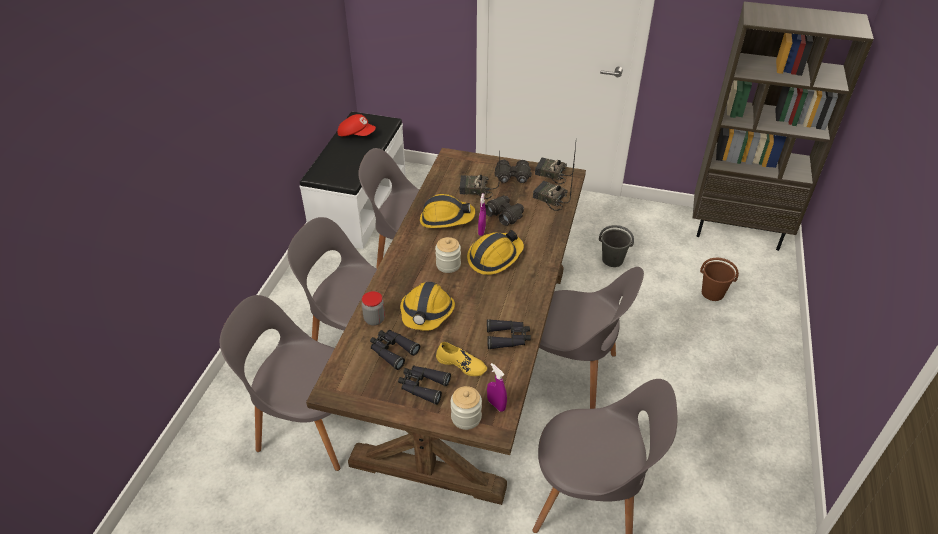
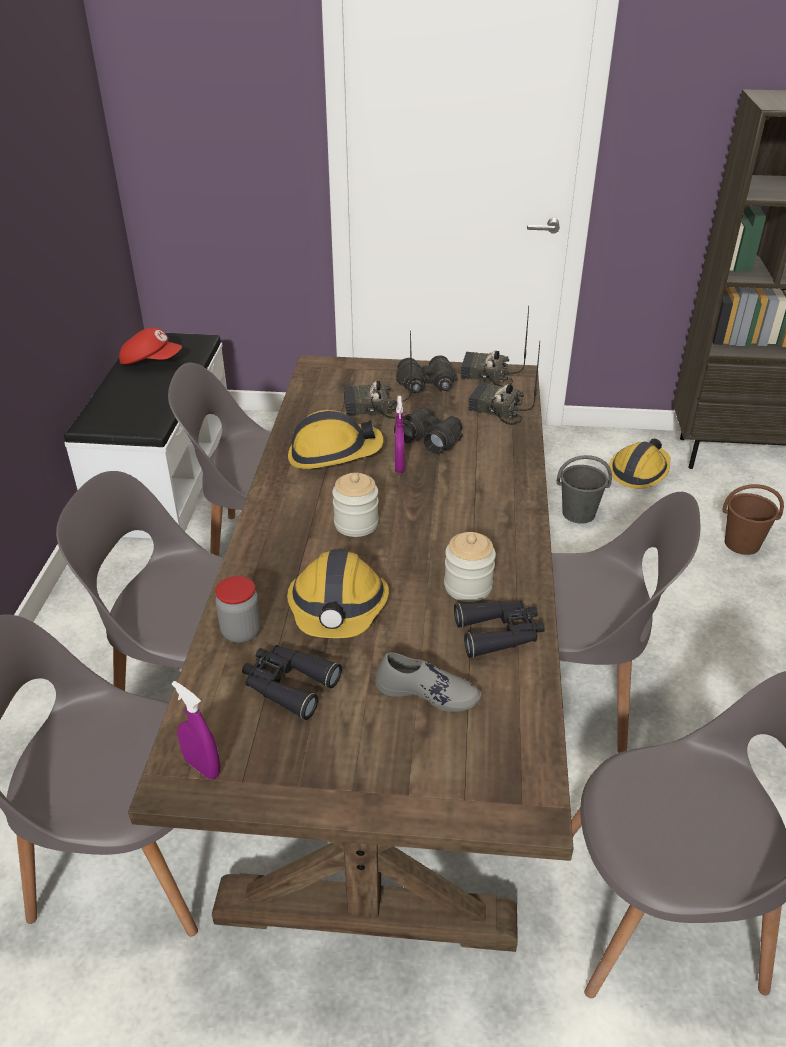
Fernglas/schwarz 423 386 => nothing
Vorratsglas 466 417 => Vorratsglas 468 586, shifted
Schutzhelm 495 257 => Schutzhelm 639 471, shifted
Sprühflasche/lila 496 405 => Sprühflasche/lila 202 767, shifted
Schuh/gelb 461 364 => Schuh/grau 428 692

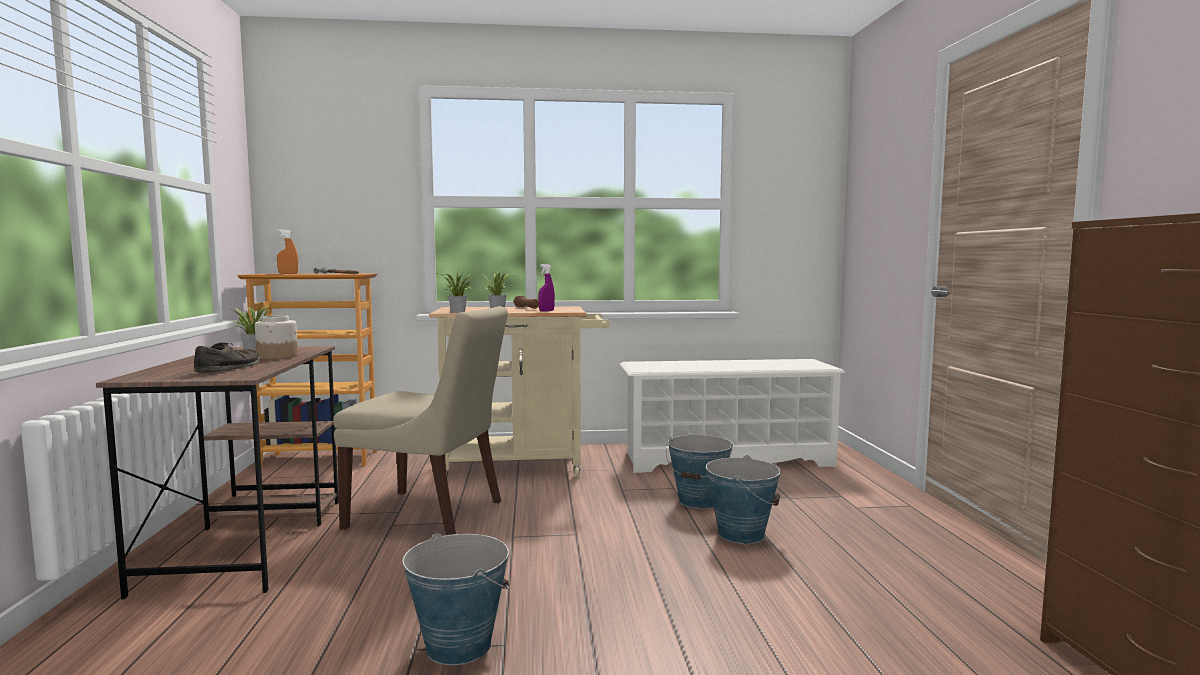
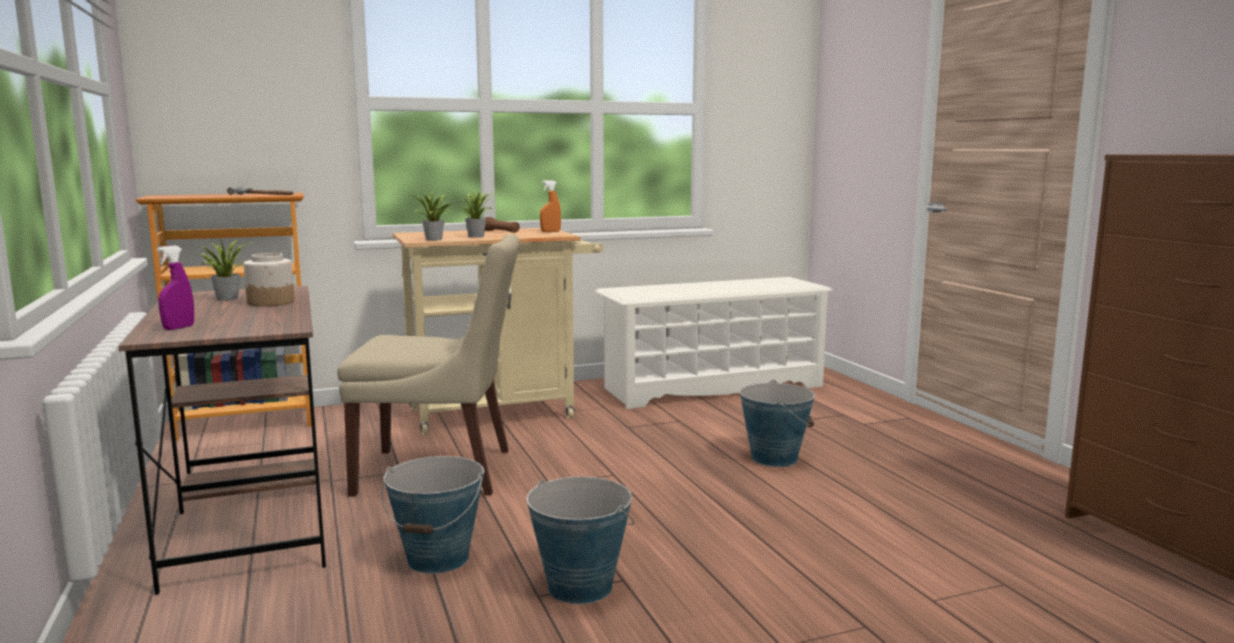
Schuh/braun 229 368 => nothing
Sprühflasche/orange 288 274 => Sprühflasche/orange 550 232, shifted
Sprühflasche/lila 546 311 => Sprühflasche/lila 178 328, shifted
Eimer 699 501 => Eimer 438 558, shifted

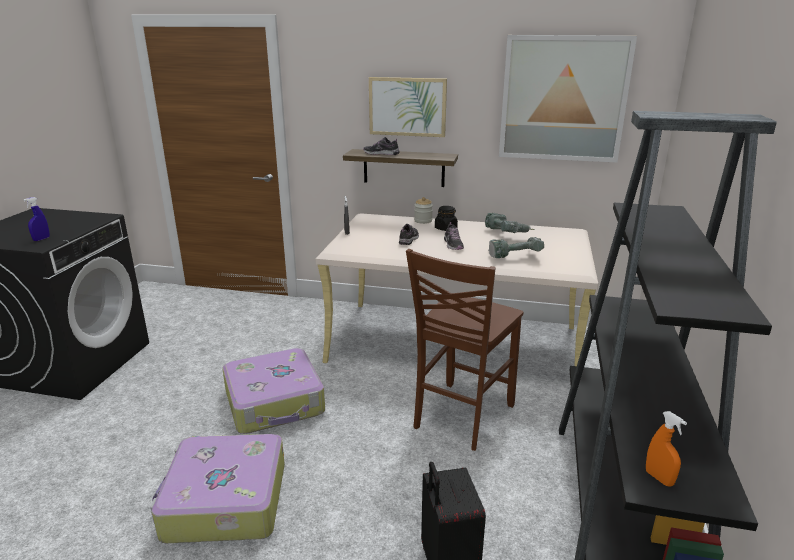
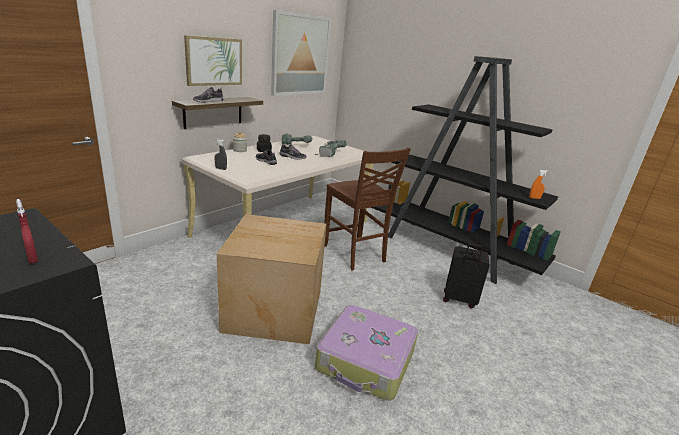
Koffer 275 402 => Karton 273 309
Sprühflasche/blau 41 239 => Sprühflasche/rot 33 259

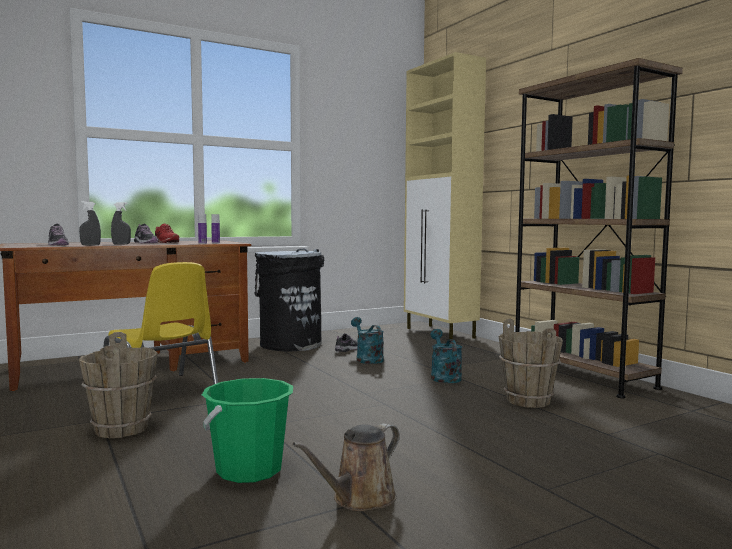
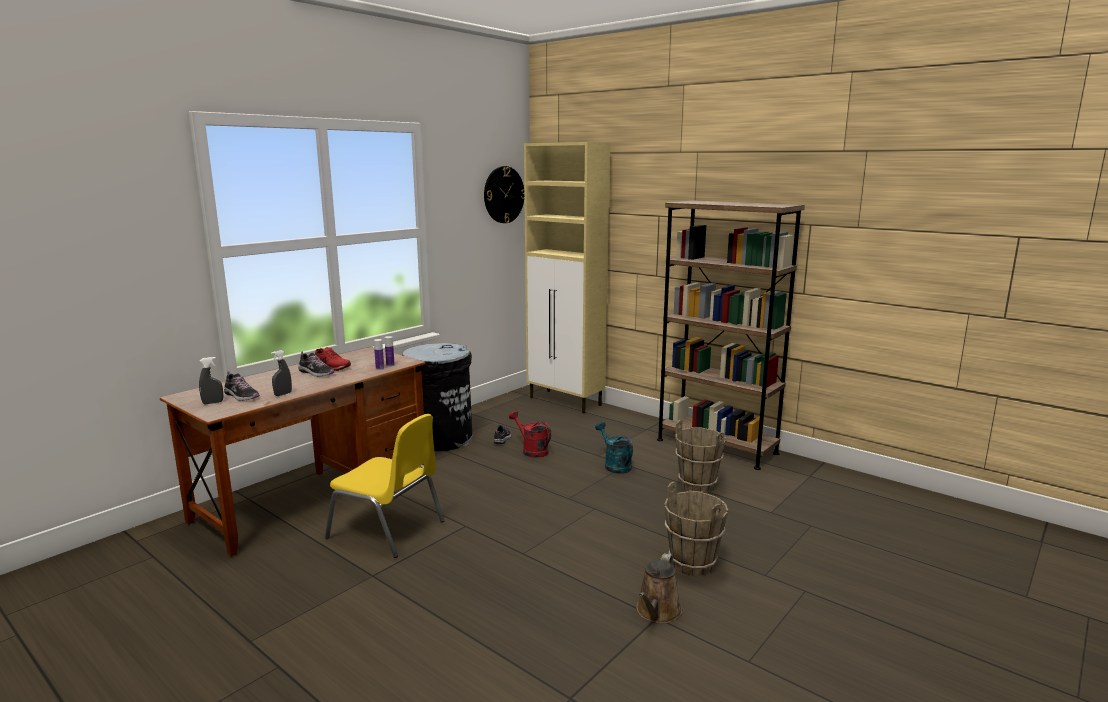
Eimer/grün 249 470 => nothing
nothing => Wanduhr 503 194
Eimer/braun 122 429 => Eimer/braun 692 563, shifted
Sprühflasche/grau 121 244 => Sprühflasche/grau 213 403, shifted
Gießkanne/türkis 367 359 => Gießkanne/rot 531 450

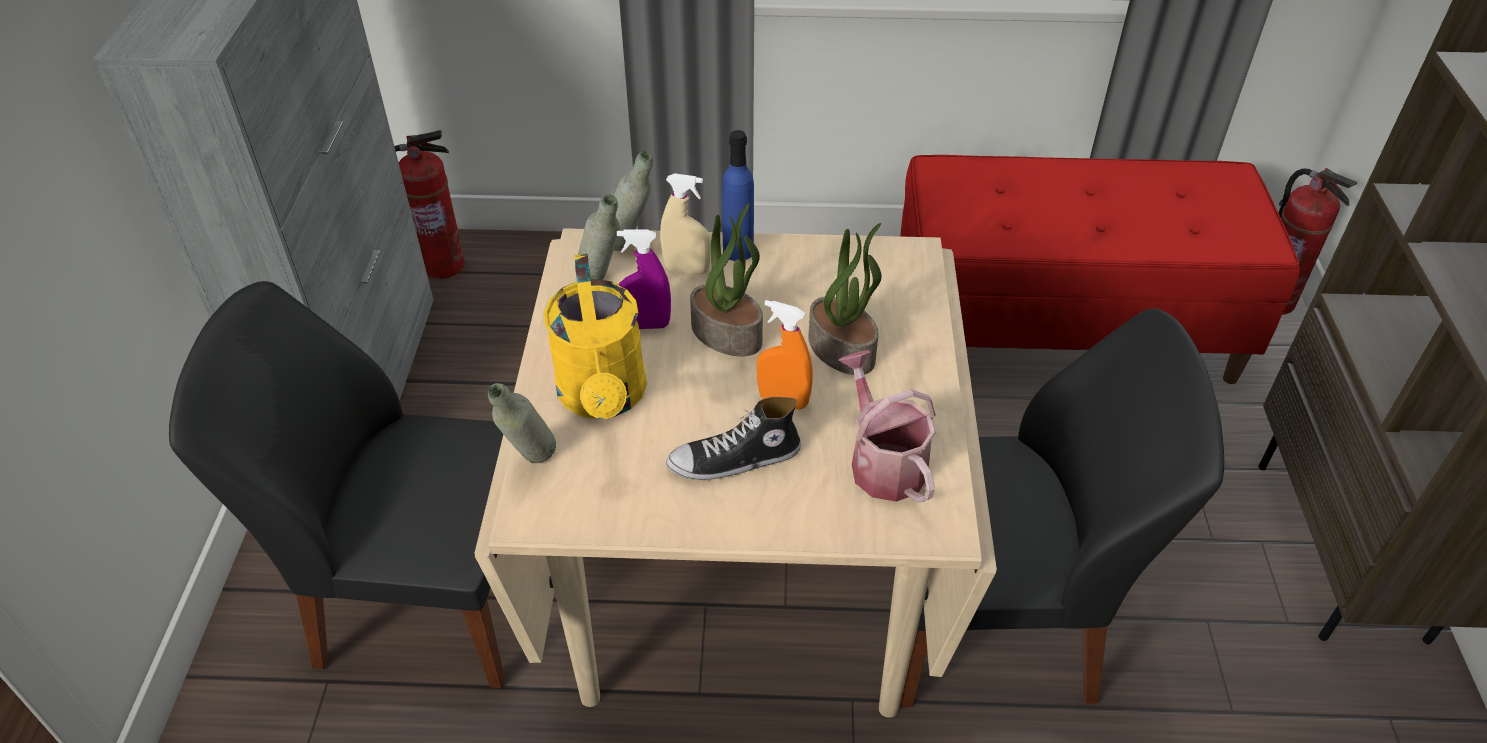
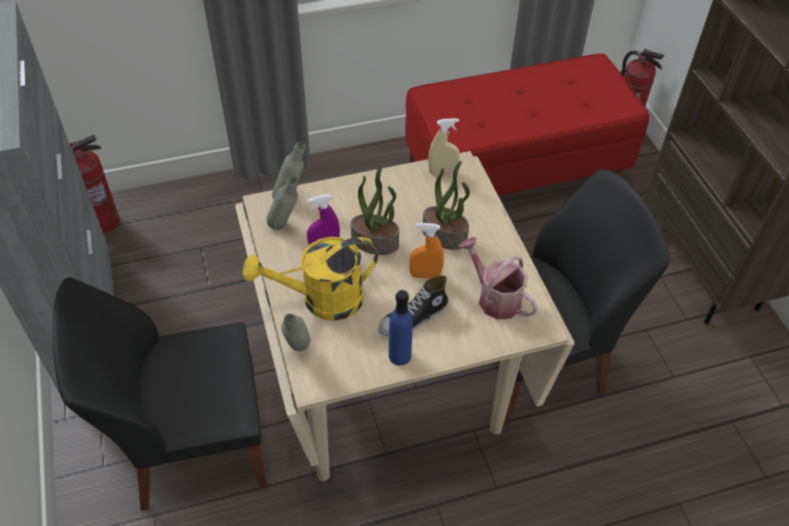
Sprühflasche/beige 686 269 => Sprühflasche/beige 442 172, shifted
Flasche/blau 738 251 => Flasche/blau 399 355, shifted
Gießkanne/gelb 604 398 => Gießkanne/gelb 321 300, 105 degrees clockwise

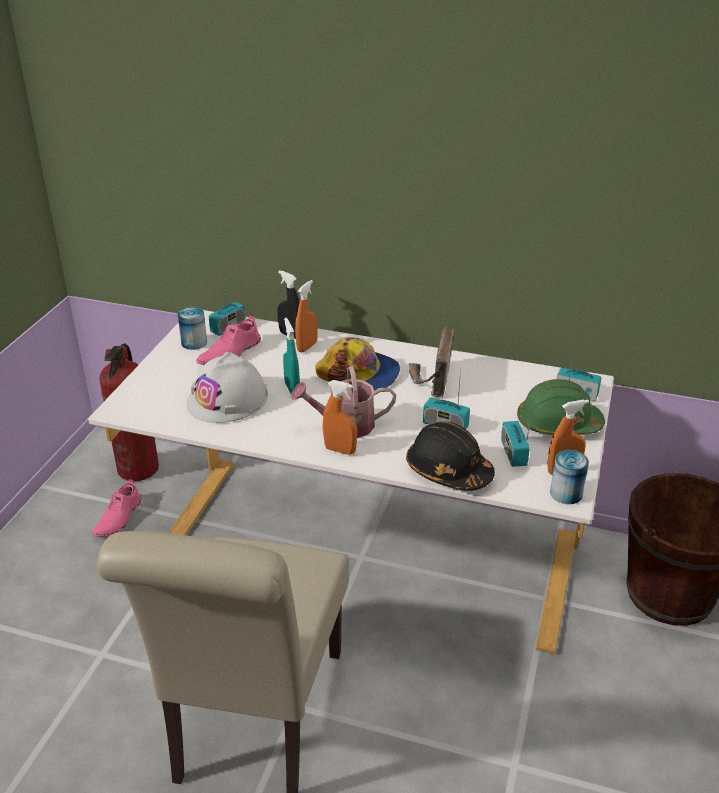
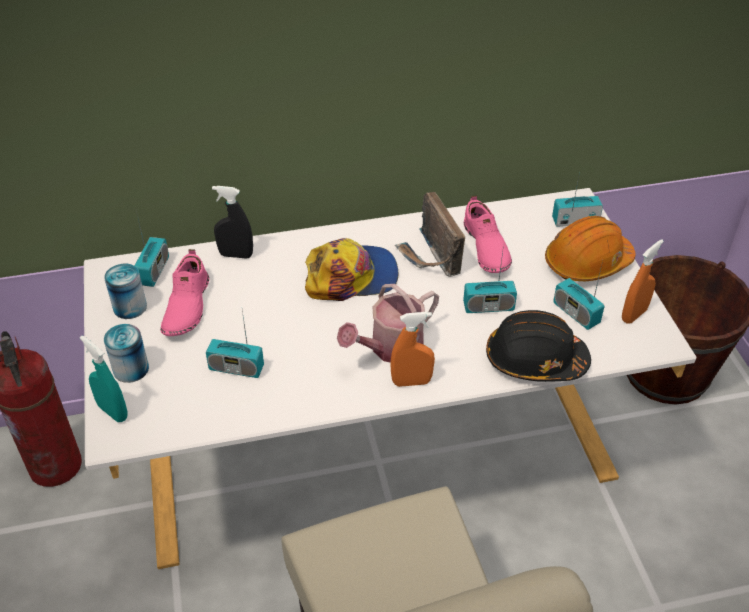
Sprühflasche/orange 307 347 => nothing
Schuh/rosa 118 518 => Schuh/rosa 485 248, shifted
Sprühflasche/türkis 292 388 => Sprühflasche/türkis 113 412, shifted
Dose 566 493 => Dose 131 369, shifted
Schutzhelm/weiß 228 399 => Radio 236 368
Schutzhelm/grün 558 424 => Schutzhelm/orange 587 263

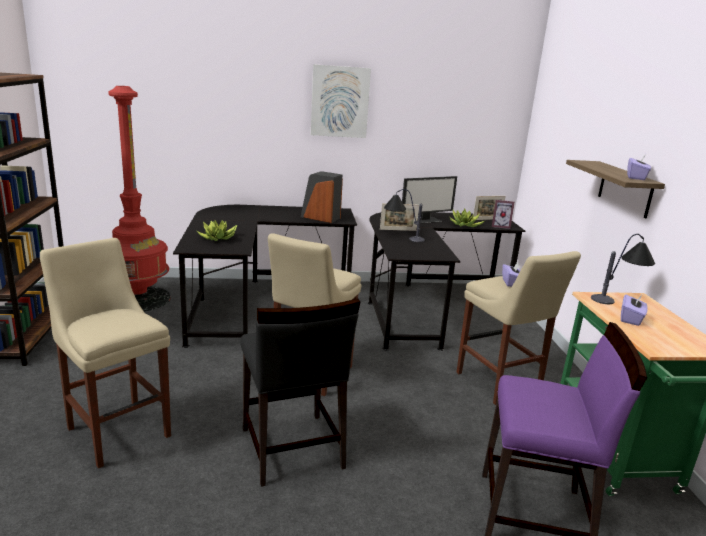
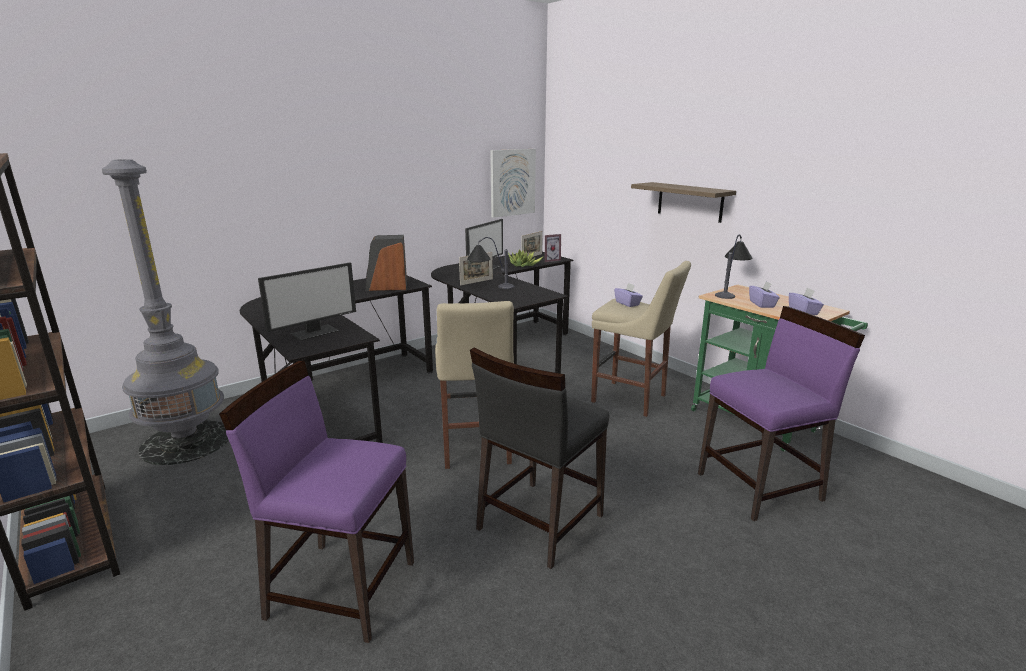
Bild 340 101 => Bild 512 182, shifted
Taschentuchbox/lila 636 177 => Taschentuchbox/lila 803 312, shifted
Hocker/beige 117 429 => Stuhl/lila 341 588
Topfpflanze 218 238 => Monitor 315 332
Stehlampe/rot 138 299 => Stehlampe/grau 186 442
Stuhl/schwarz 291 449 => Stuhl/schwarz 538 522, 90 degrees clockwise

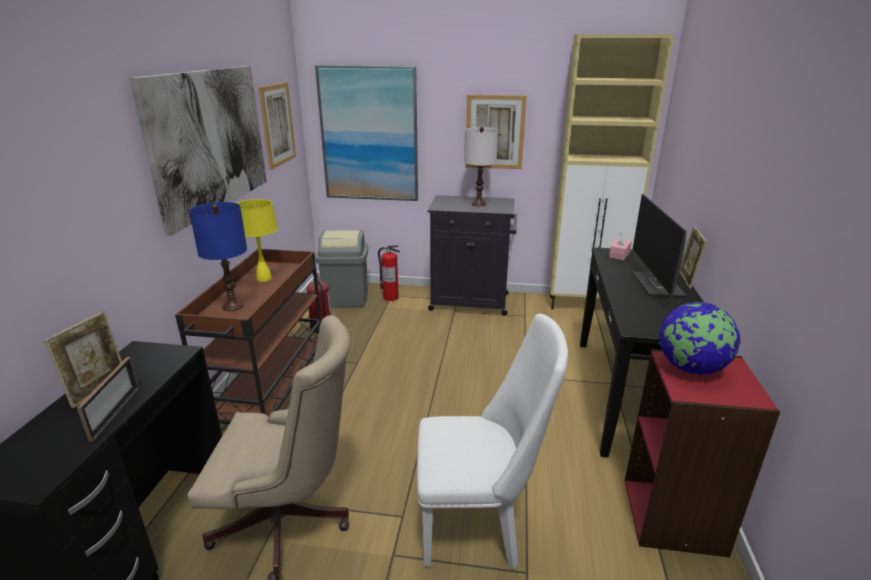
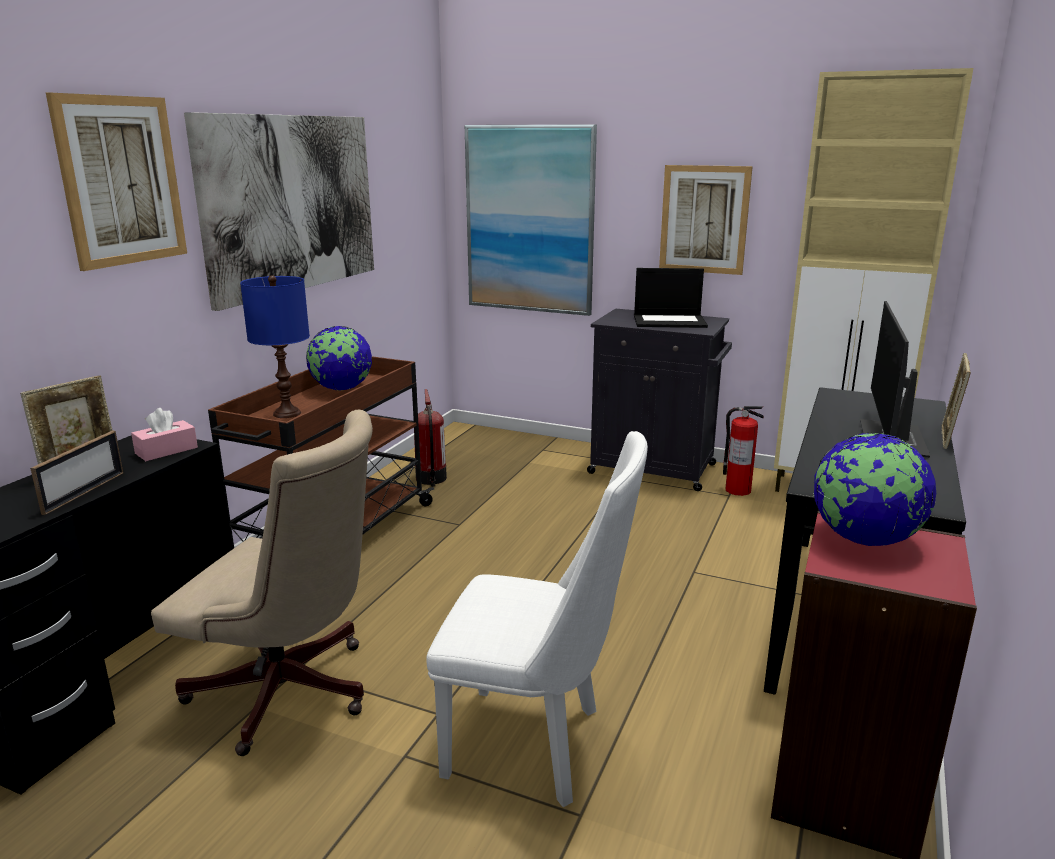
Mülleimer/grau 346 299 => nothing
Bild 277 125 => Bild 121 181, shifted
Feuerlöscher 390 297 => Feuerlöscher 737 490, shifted
Taschentuchbox/rosa 619 254 => Taschentuchbox/rosa 166 450, shifted
Tischlampe/gelb 264 279 => Globus 341 389
Tischlampe/weiß 479 204 => Laptop 670 321

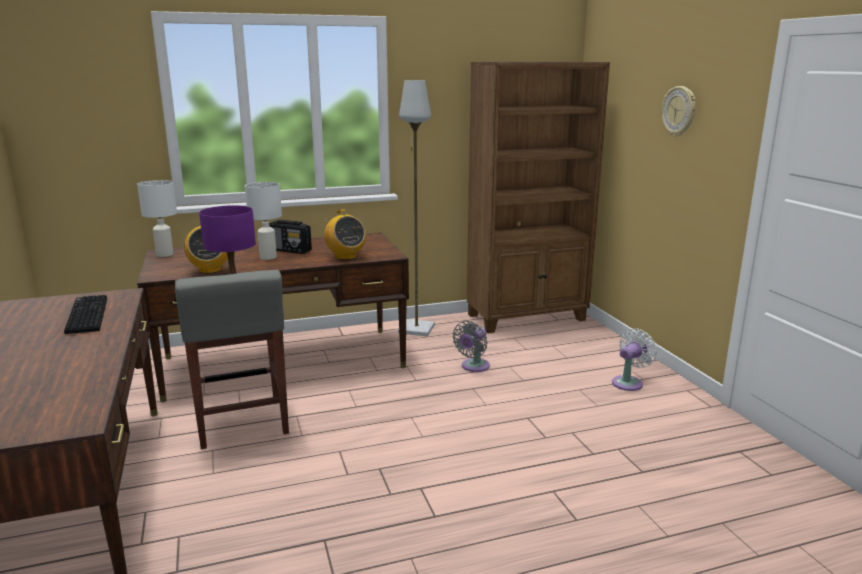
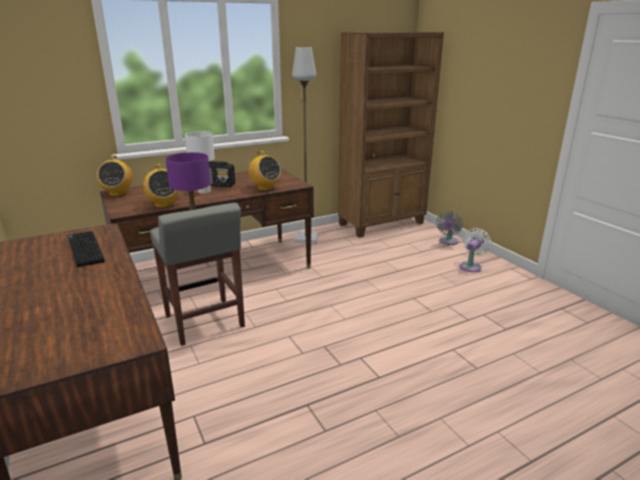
Wanduhr 679 111 => nothing
Ventilator/grau 473 367 => Ventilator/grau 448 242, shifted
Tischlampe/weiß 165 254 => Radio 118 193

